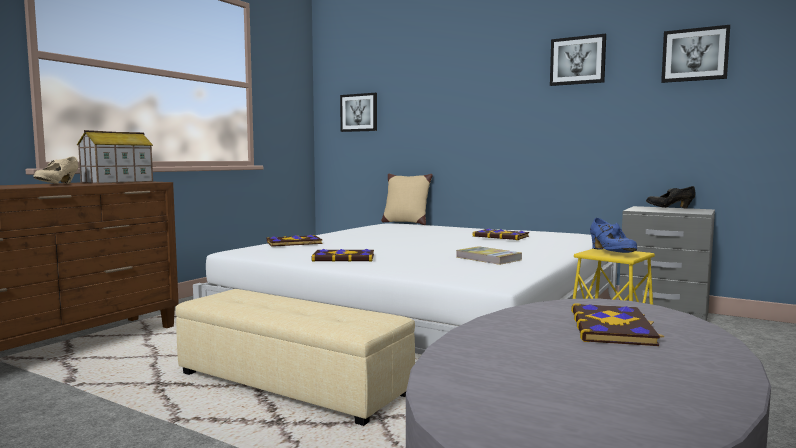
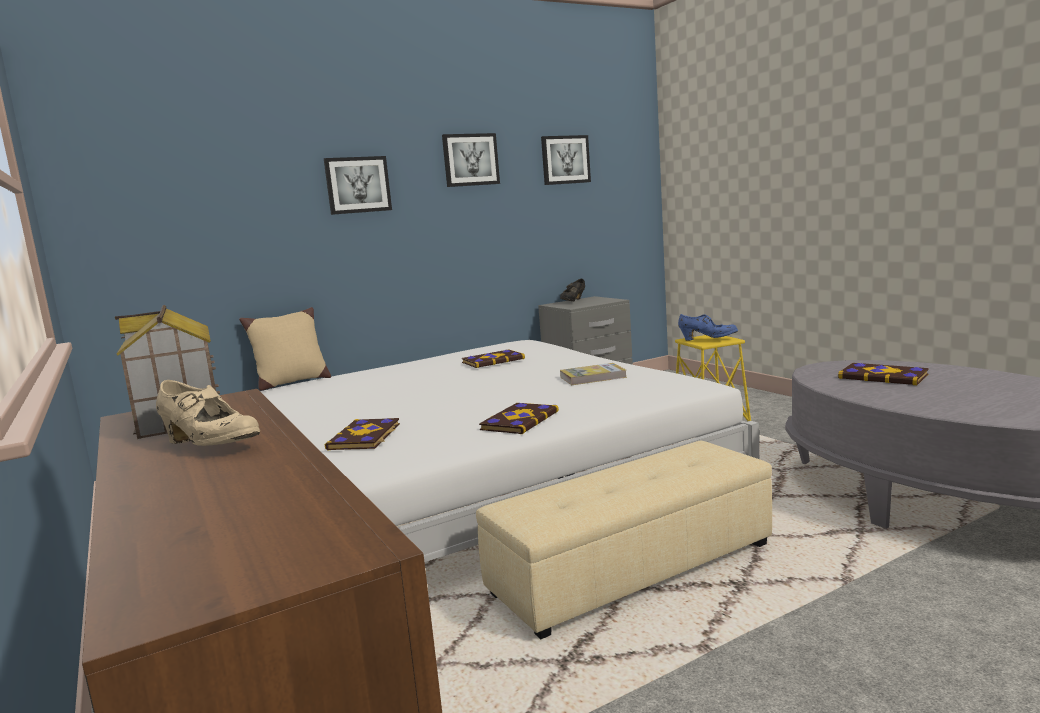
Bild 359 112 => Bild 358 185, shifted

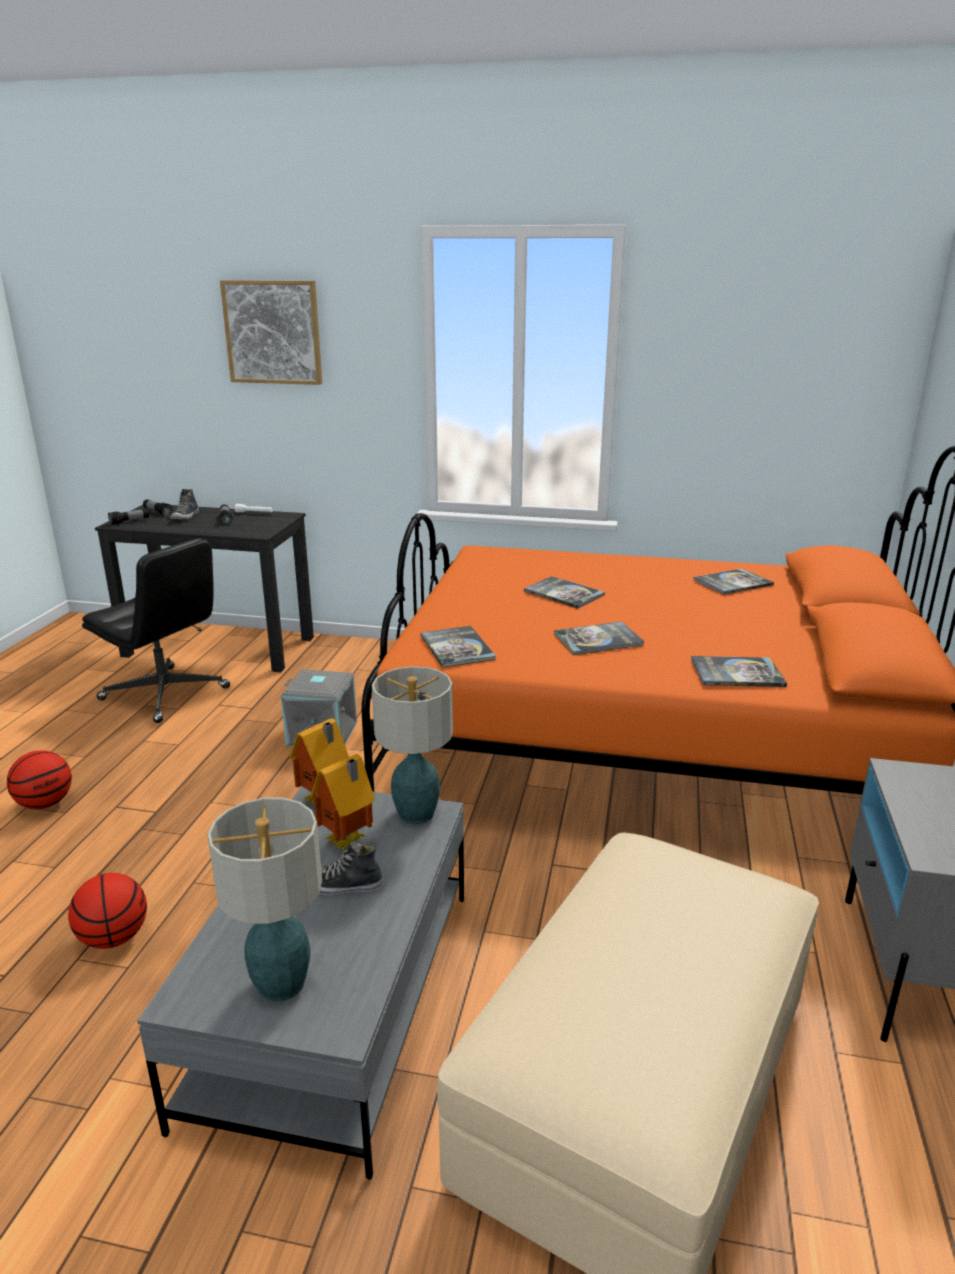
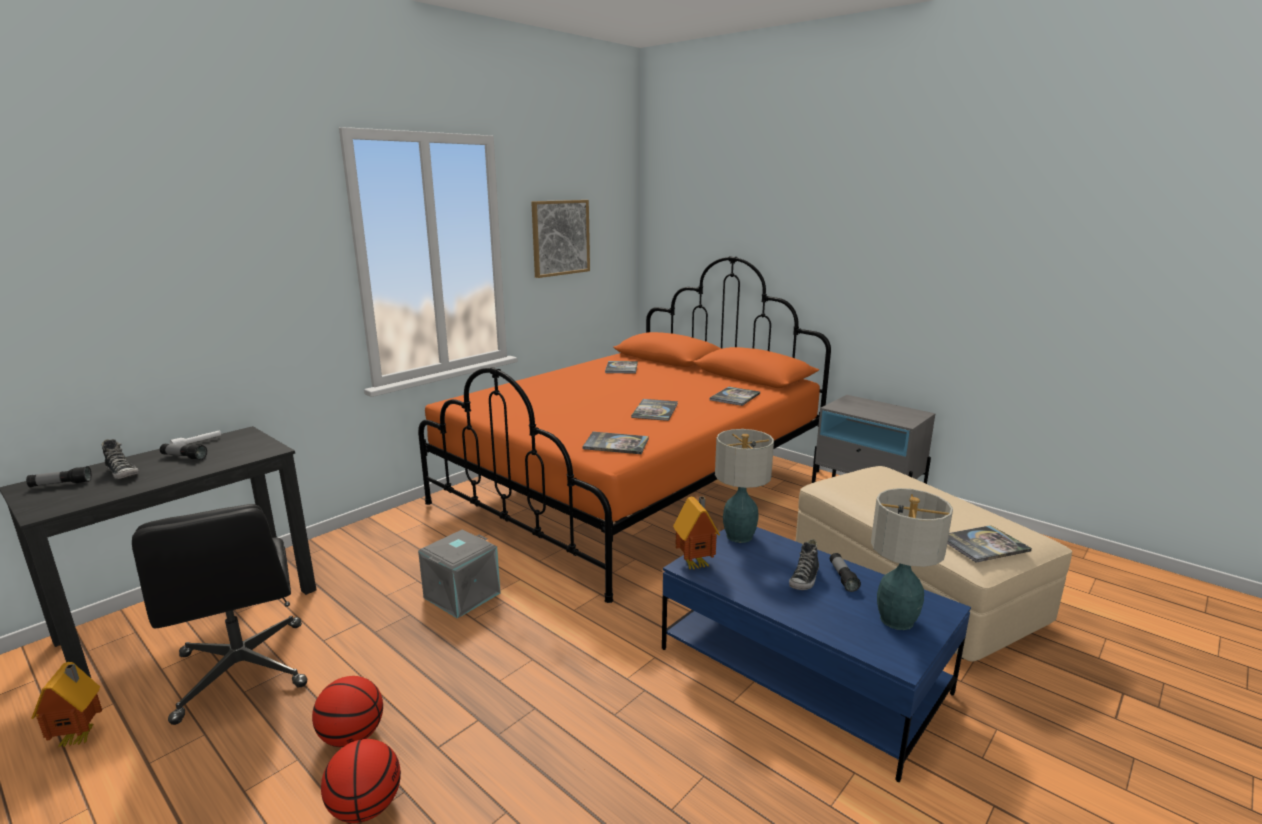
Basketball 113 938 => Basketball 352 737, shifted
Taschenlampe 130 521 => Taschenlampe 842 577, shifted
Bild 273 332 => Bild 560 237, shifted
Spielzeughaus 348 842 => Spielzeughaus 81 737, shifted
Buch 564 593 => Buch 983 545, shifted
Couchtisch/grau 336 1001 => Couchtisch/blau 802 670
Bürostuhl/schwarz 166 694 => Bürostuhl/schwarz 243 671, 90 degrees clockwise

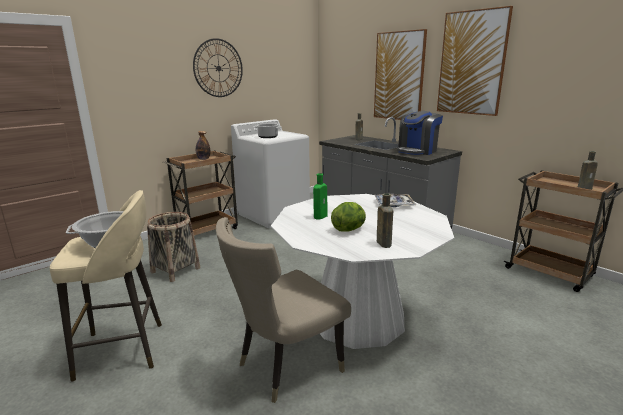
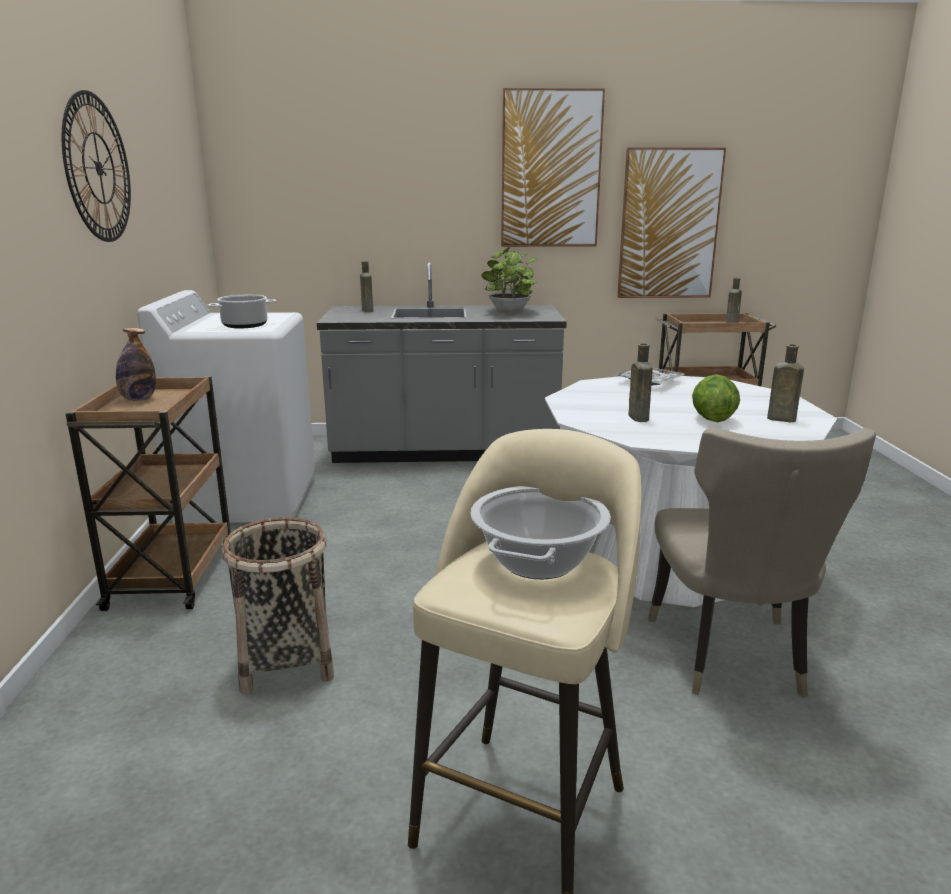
Bild 399 76 => Bild 669 224, shifted
Kaffeemaschine 417 151 => Topfpflanze 509 312
Flasche/grün 321 216 => Flasche/braun 637 417

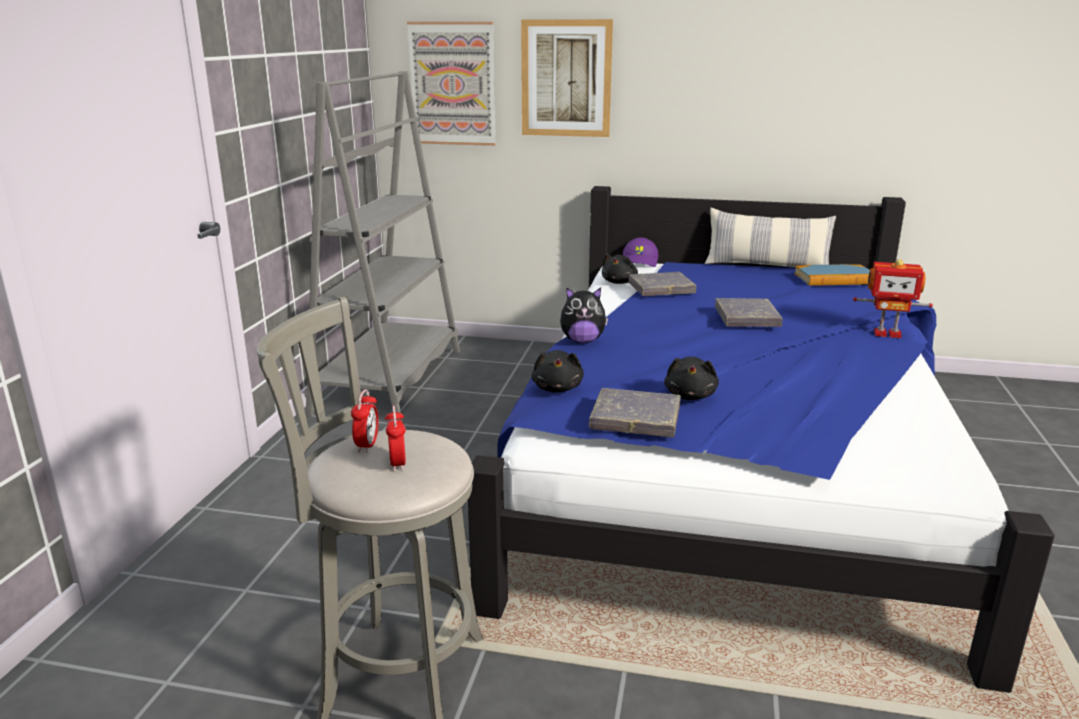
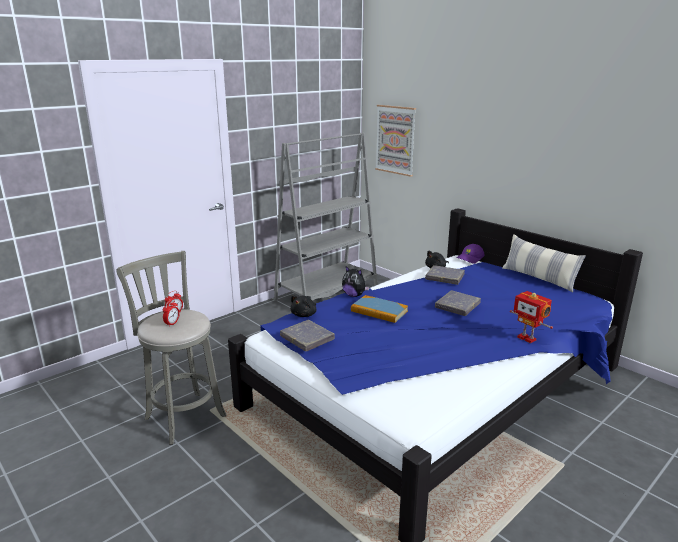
Bild 566 78 => nothing
Plüschtier/schwarz 690 396 => nothing
Buch 835 279 => Buch 379 311, shifted

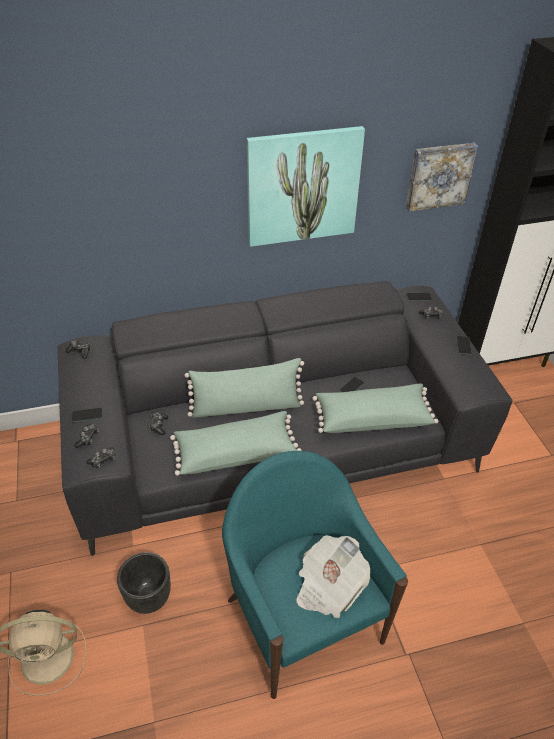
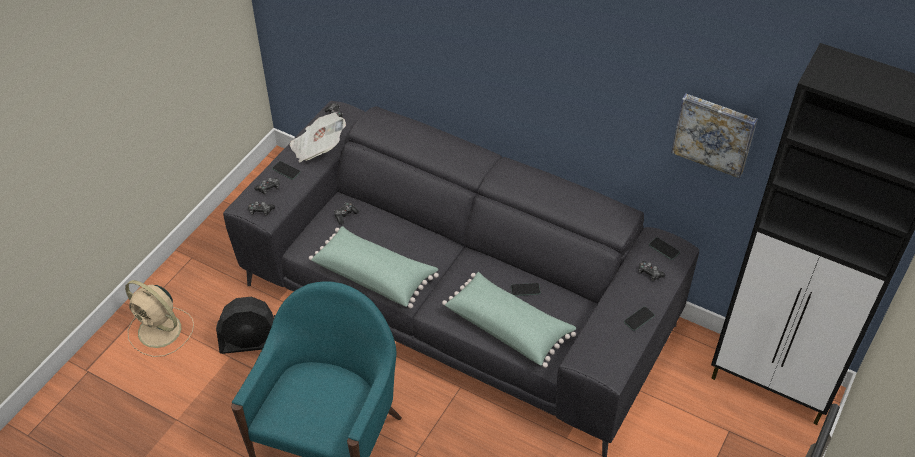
Kissen/grün 246 407 => nothing
Bild 303 187 => nothing
Zeitung 328 586 => Zeitung 318 148, shifted
Pflanzkübel/schwarz 148 597 => Ventilator/schwarz 252 342

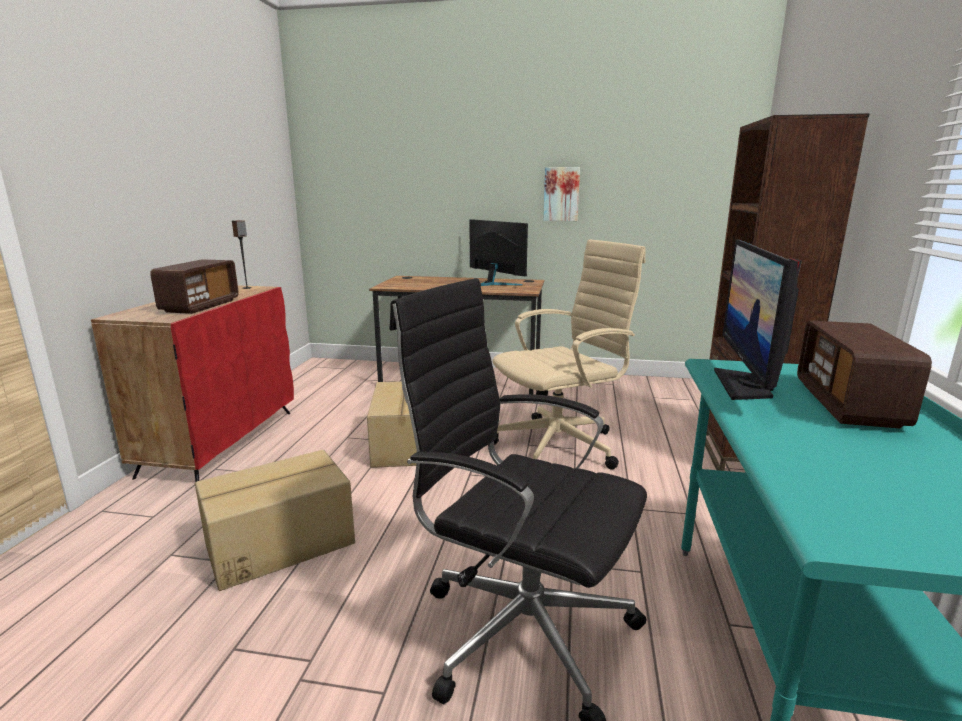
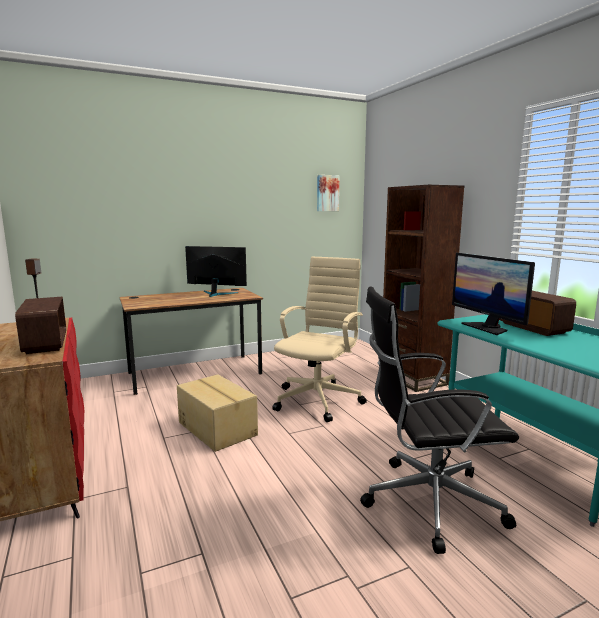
Karton 279 543 => nothing
Bild 561 194 => Bild 327 193, shifted

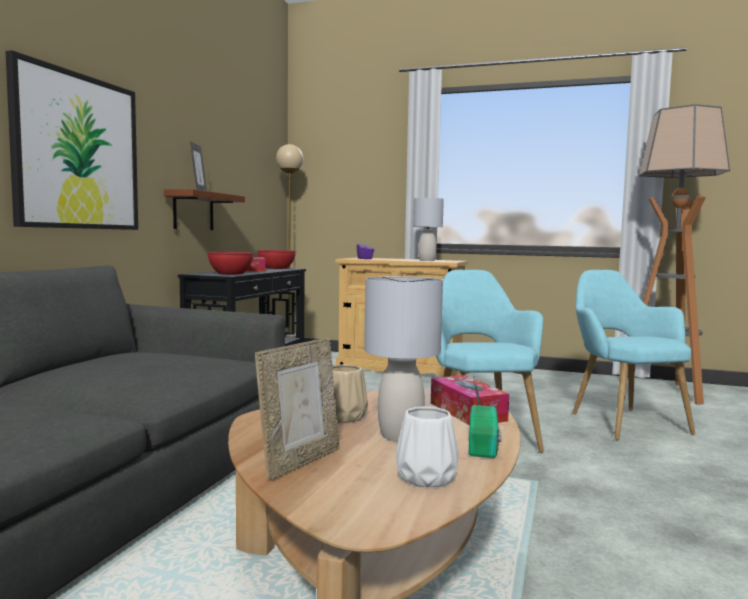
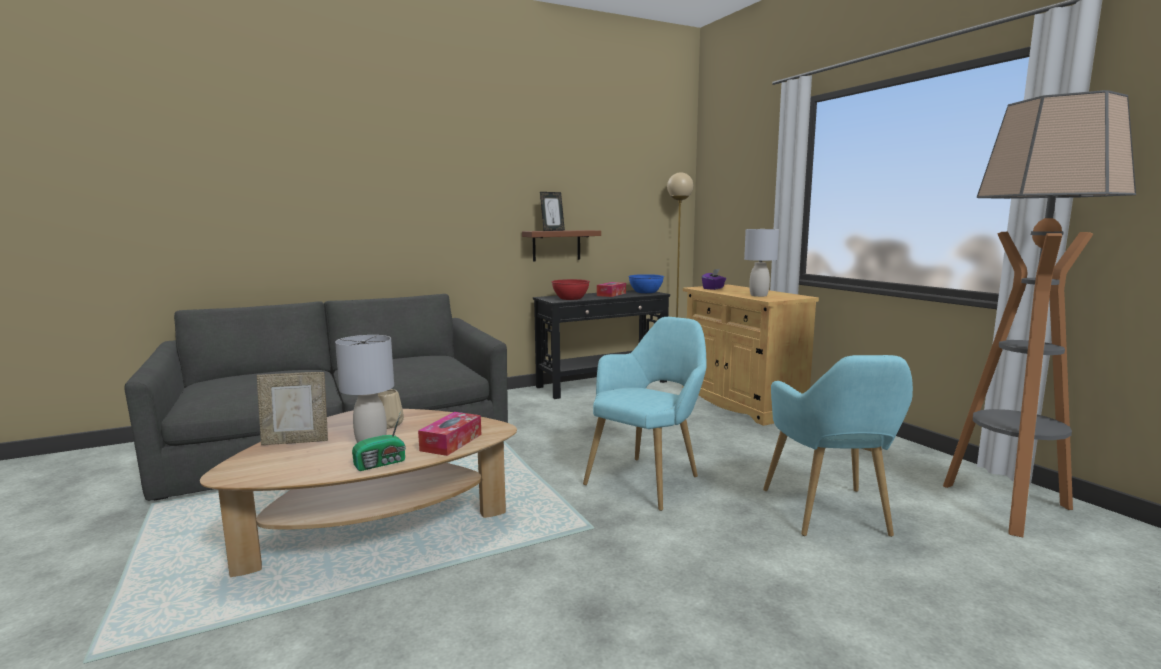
Bild 77 152 => nothing
Vase/weiß 428 477 => nothing
Schüssel/rot 276 268 => Schüssel/blau 645 292
Sessel/türkis 622 421 => Sessel/türkis 830 516, 150 degrees clockwise

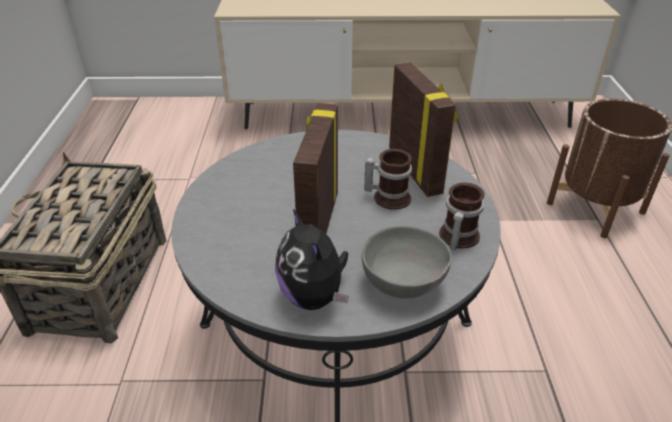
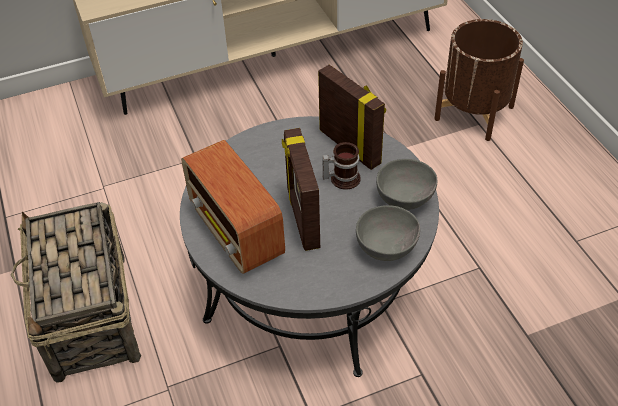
Plüschtier 314 296 => nothing
nothing => Radio 237 232
Henkelbecher 456 237 => Schüssel/grau 406 199

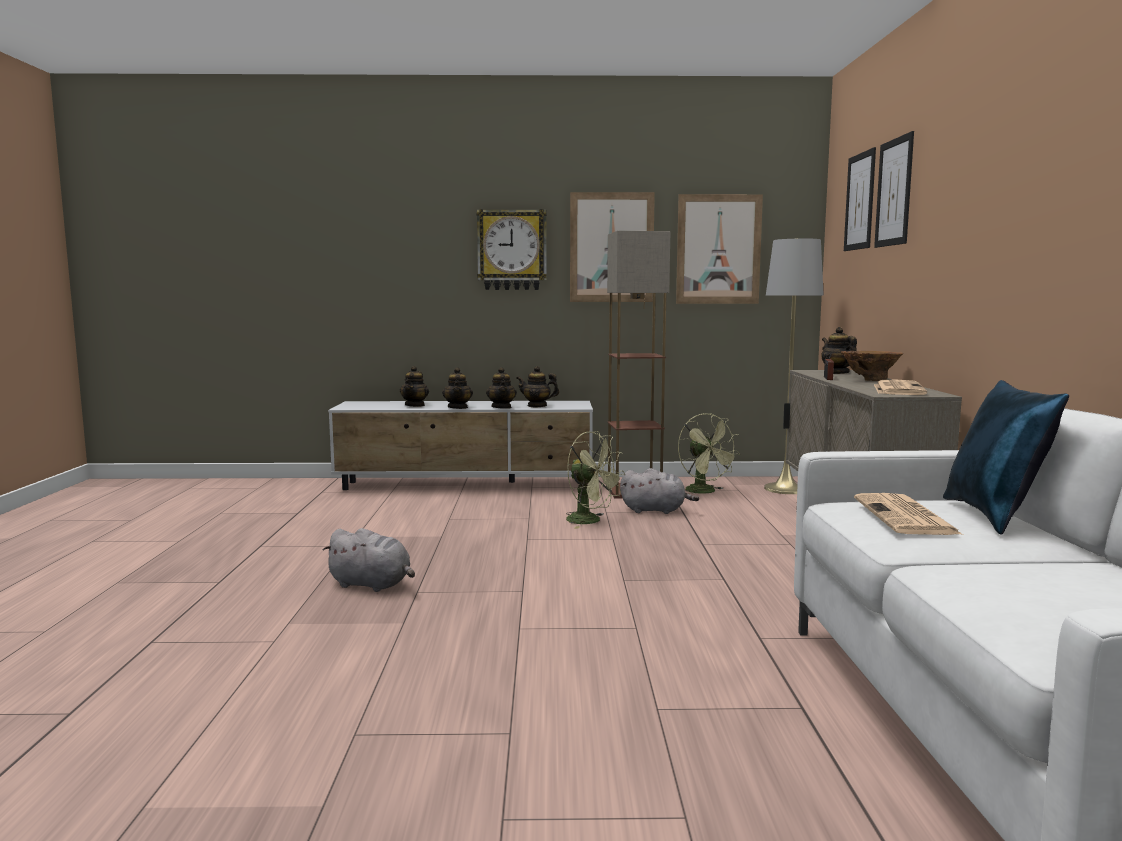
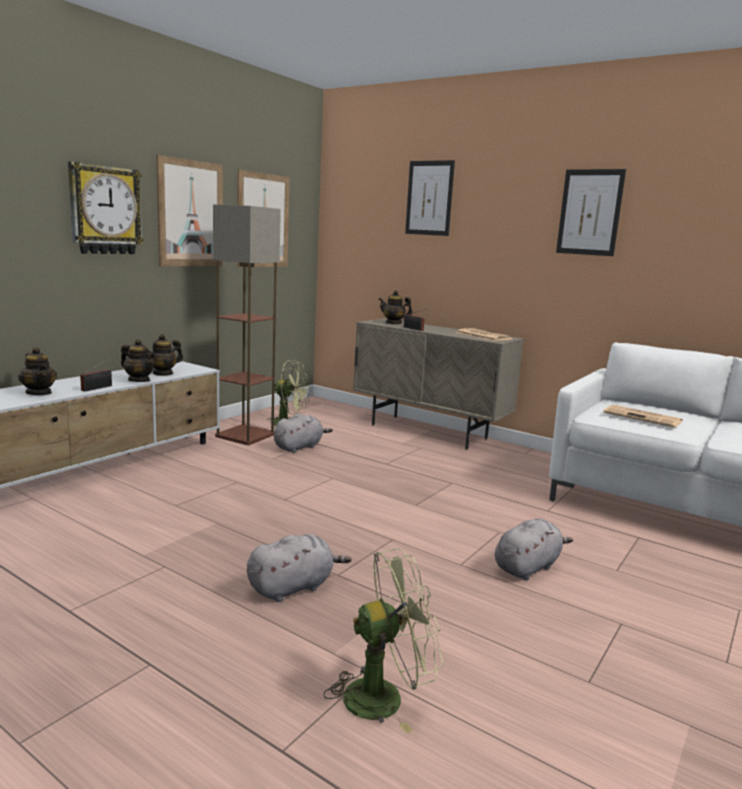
Stehlampe/grau 785 489 => nothing
Vase/braun 869 380 => nothing
Kissen/blau 995 516 => nothing
nothing => Plüschtier/grau 527 567
Ventilator/grün 591 521 => Ventilator/grün 384 695, shifted
Bild 860 201 => Bild 590 212, shifted
Teekanne 458 407 => Radio 98 388

